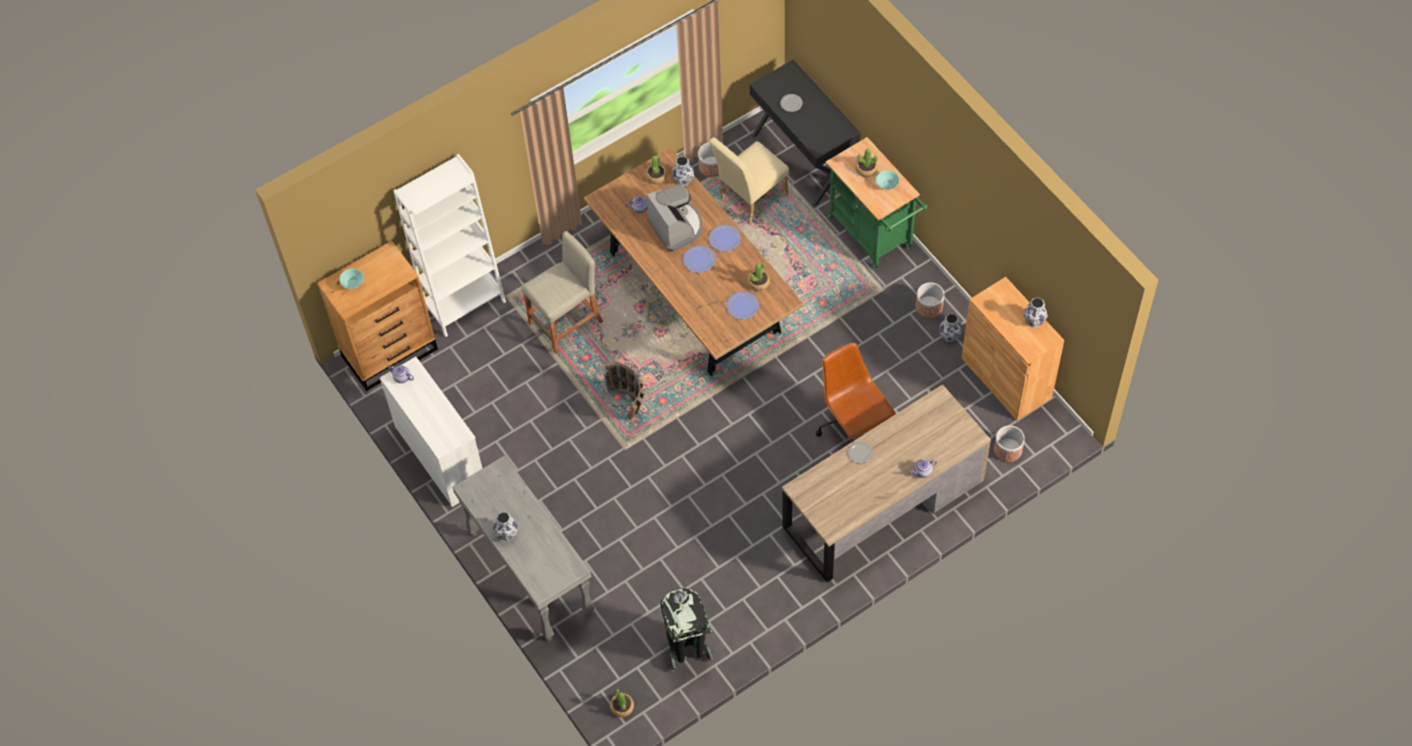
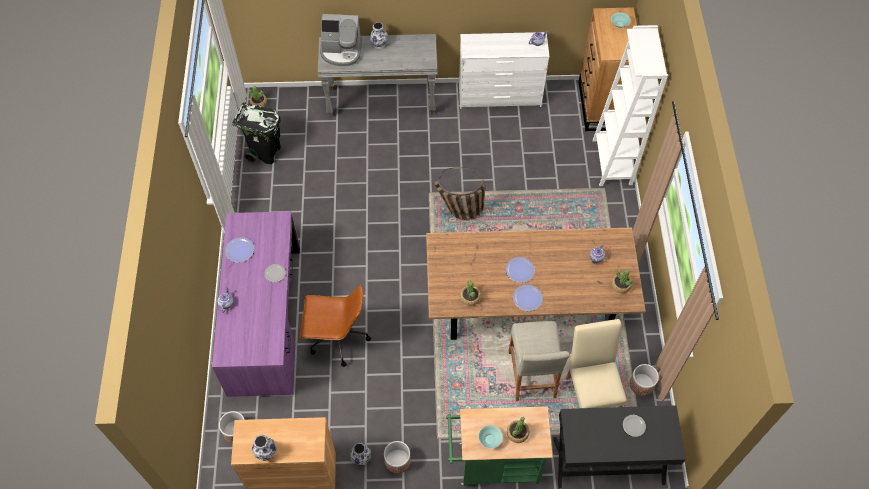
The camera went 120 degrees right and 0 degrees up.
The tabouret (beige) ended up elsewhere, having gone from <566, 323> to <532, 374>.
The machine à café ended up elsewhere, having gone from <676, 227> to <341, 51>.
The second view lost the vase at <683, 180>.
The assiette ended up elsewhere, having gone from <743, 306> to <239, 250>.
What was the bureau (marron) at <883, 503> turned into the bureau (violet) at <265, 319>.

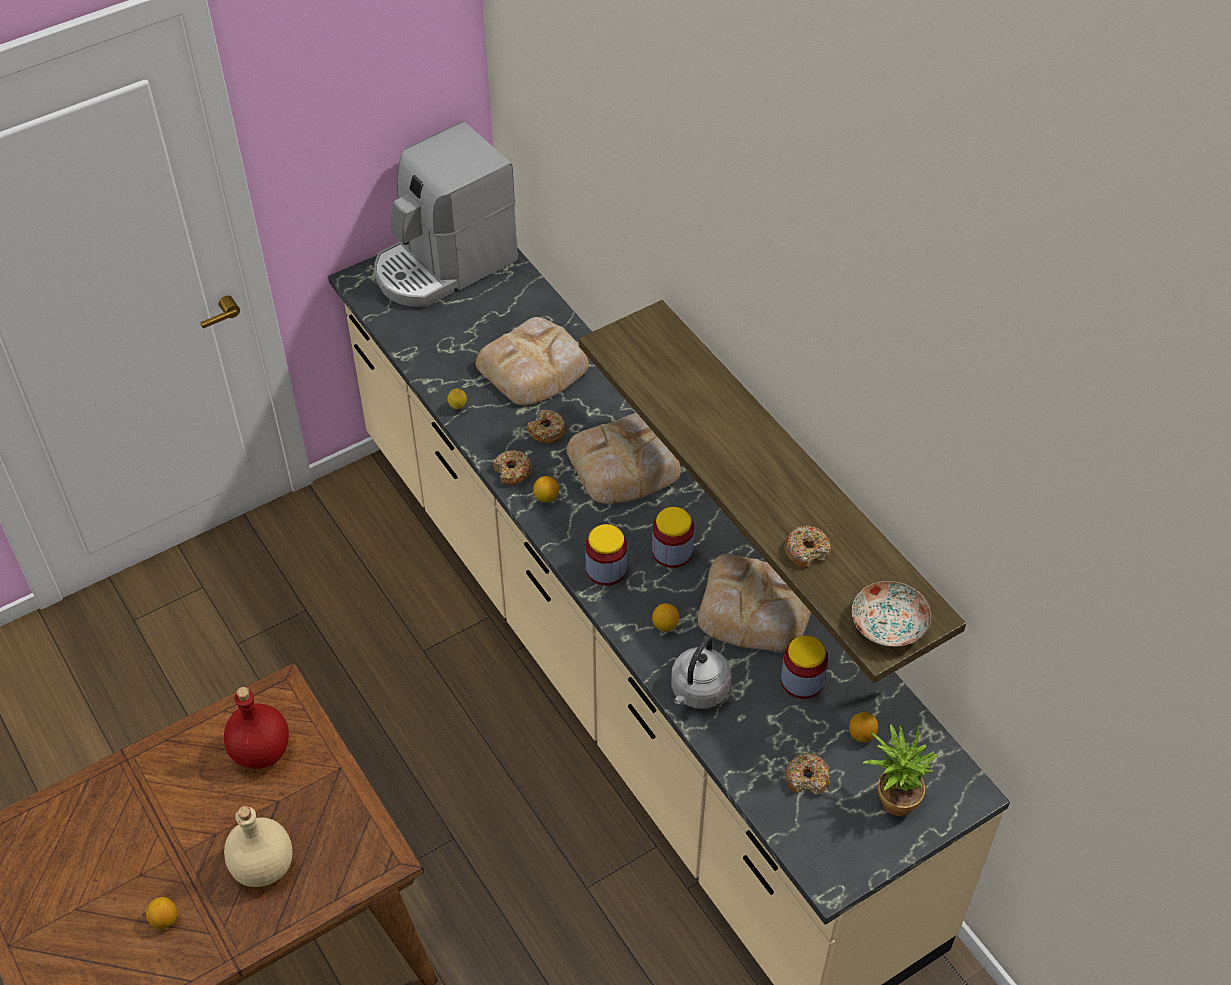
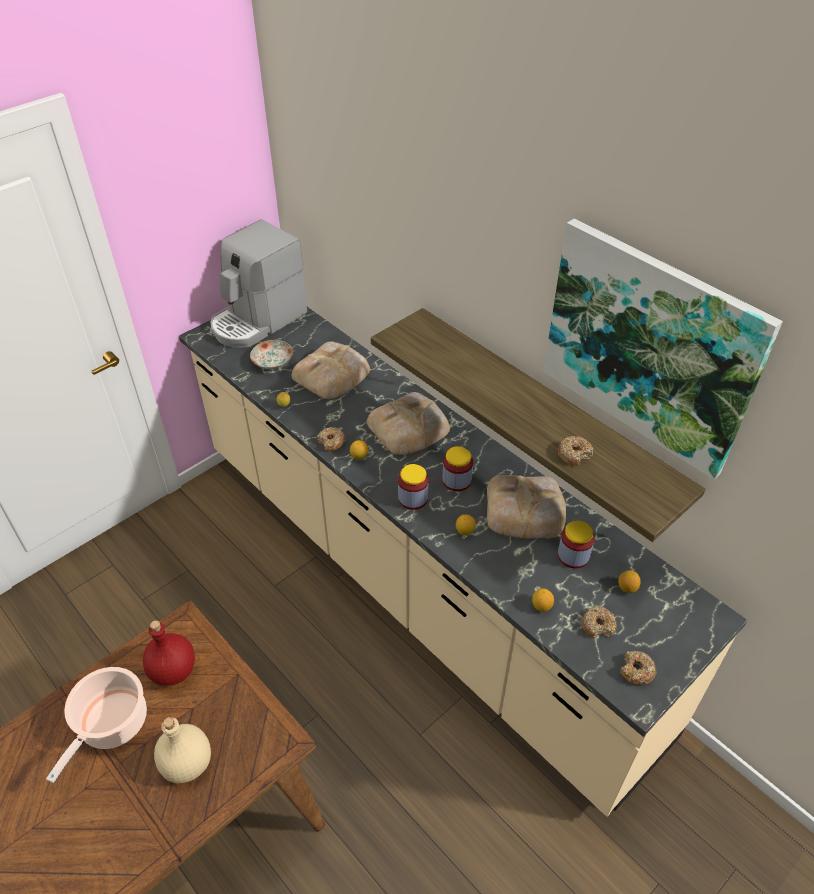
The camera went 10 degrees left and 5 degrees down.
The citron ended up elsewhere, having gone from <164, 919> to <541, 606>.
The beignet ended up elsewhere, having gone from <547, 431> to <636, 671>.
The second view lost the bouilloire (gris) at <698, 691>.
The assiette ended up elsewhere, having gone from <889, 625> to <273, 362>.
The second view lost the plante en pot at <892, 797>.
The second view gained the marmite at <111, 725>.
The second view gained the tableau at <649, 347>.

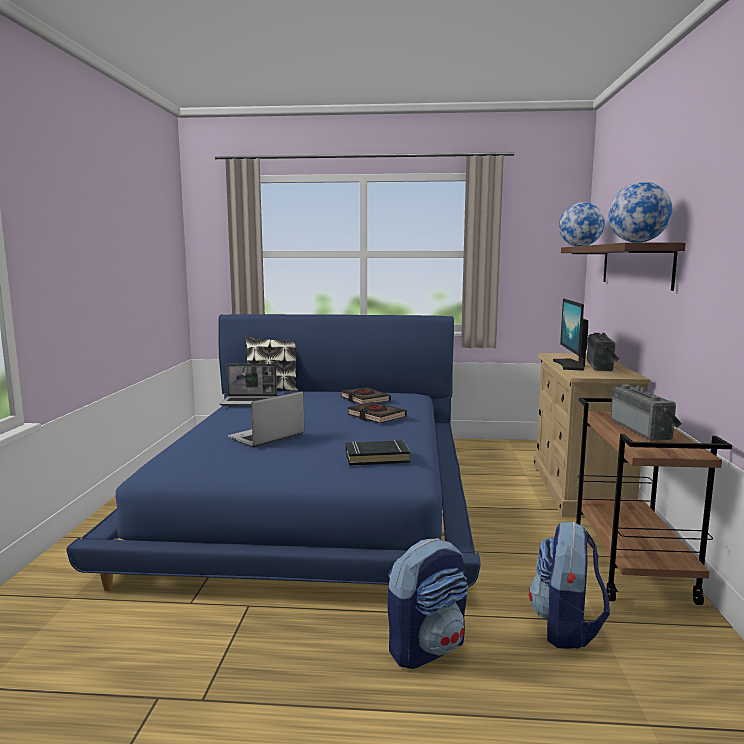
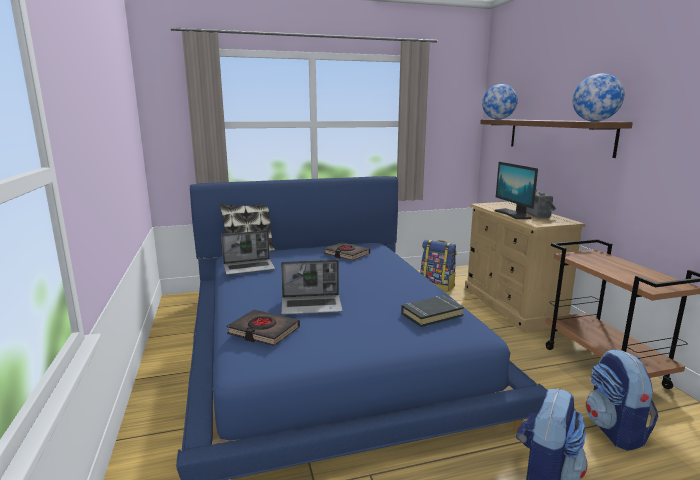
The camera went 20 degrees left and 5 degrees up.
The ordinateur portable at <266, 437> ended up facing another way, 120 degrees counterclockwise from before.
The livre (noir) ended up elsewhere, having gone from <376, 416> to <263, 331>.
The second view lost the radio at <643, 430>.
The second view gained the sac à dos at <437, 286>.

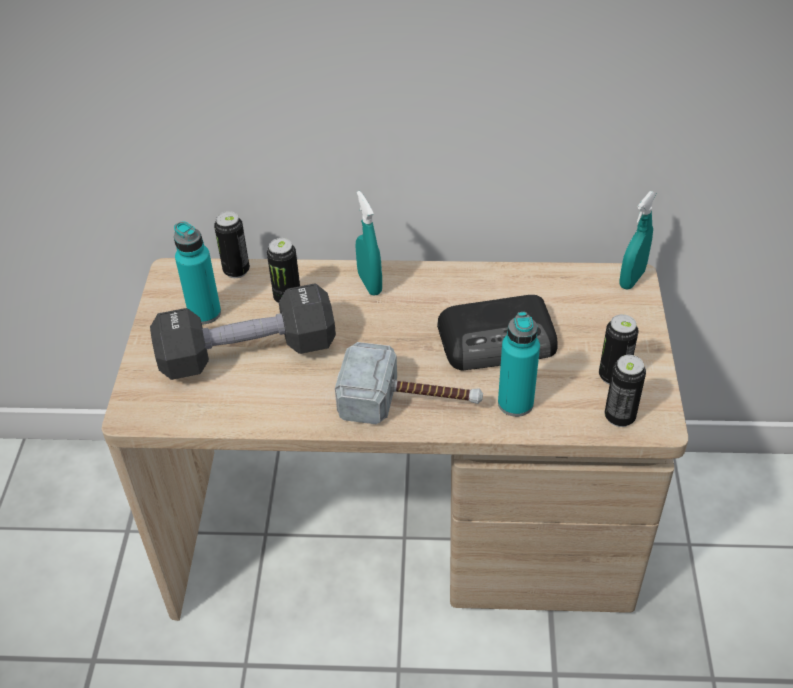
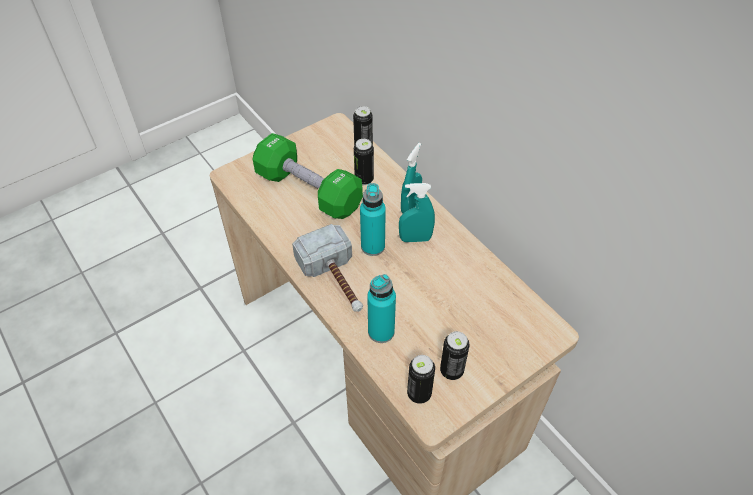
The camera went 50 degrees right and 5 degrees up.
What was the haltère (noir) at <248, 353> turned into the haltère (vert) at <308, 190>.
The bouteille (turquoise) ended up elsewhere, having gone from <204, 313> to <373, 246>.
The second view lost the radio at <499, 340>.
The vaporisateur (turquoise) ended up elsewhere, having gone from <632, 279> to <415, 239>.

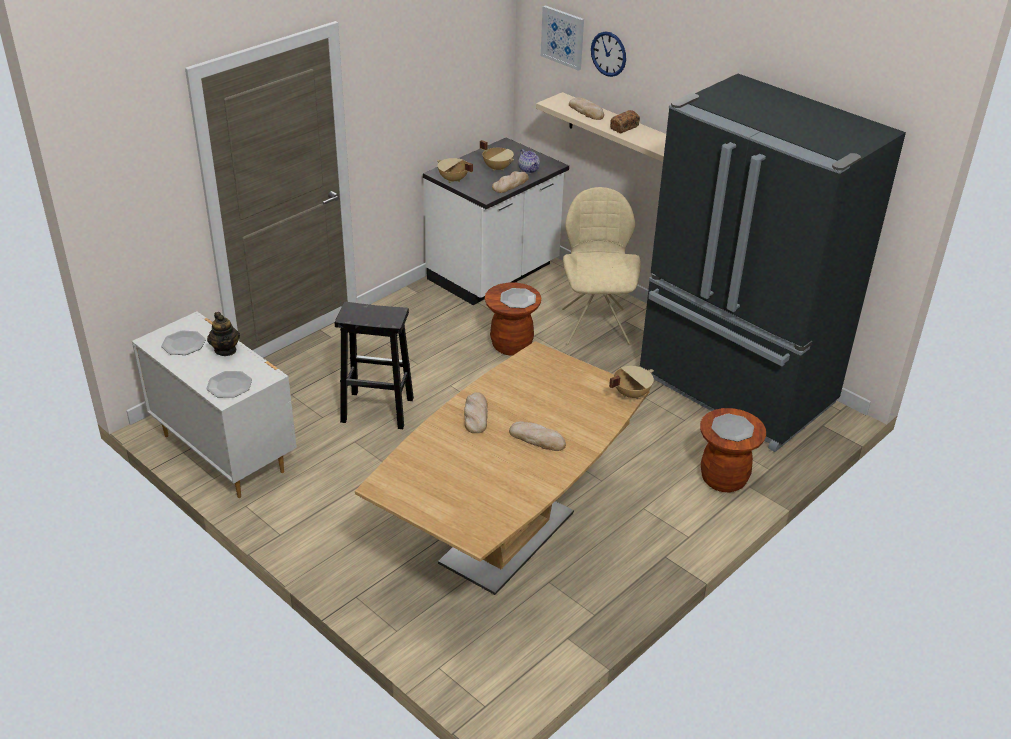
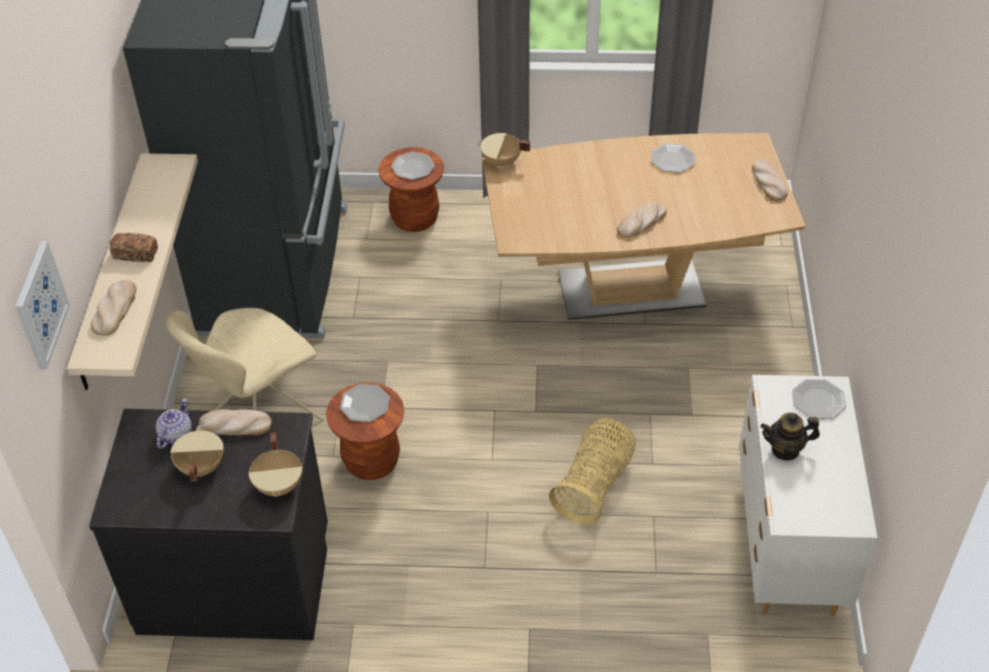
The camera went 130 degrees left and 10 degrees up.
The assiette ended up elsewhere, having gone from <183, 344> to <673, 159>.
The théière at <225, 350> ended up facing another way, 120 degrees counterclockwise from before.
Where the tabouret (noir) stood at <376, 410>, the panier came to stand at <594, 484>.
What was the comptoir de cuisine (blanc) at <494, 274> turned into the comptoir de cuisine (noir) at <235, 580>.
The pain ended up elsewhere, having gone from <537, 438> to <768, 182>.
The second view lost the horloge murale at <608, 54>.

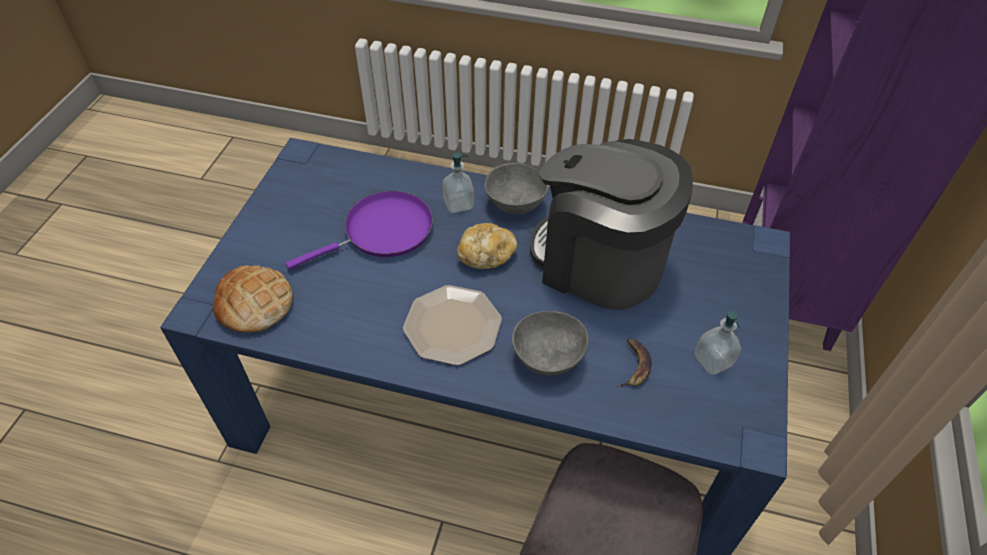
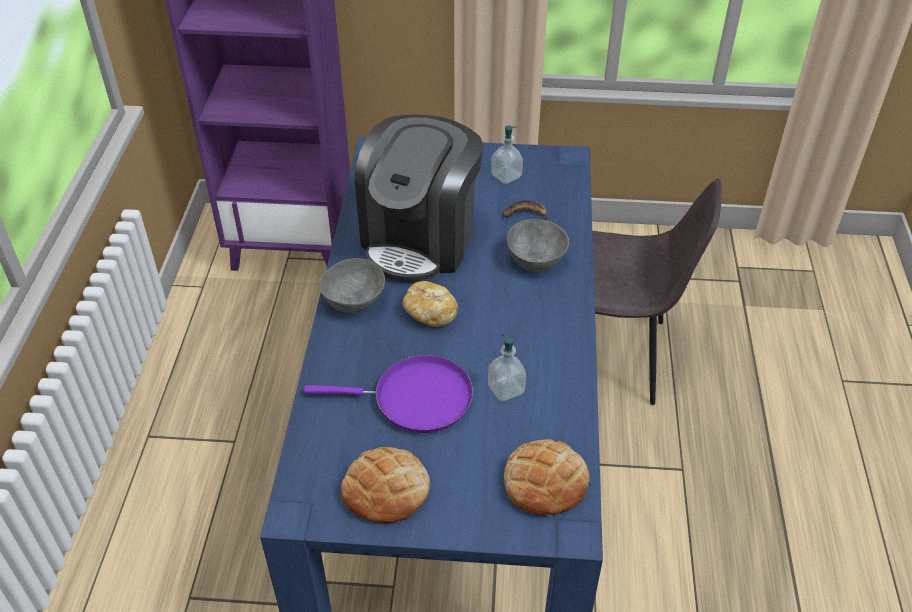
The camera went 100 degrees left and 5 degrees down.
The poêle (violet) at <383, 231> ended up facing another way, 135 degrees clockwise from before.
The second view lost the assiette at <453, 326>.
The distributeur de savon ended up elsewhere, having gone from <458, 204> to <506, 389>.
The second view gained the pain at <386, 489>.

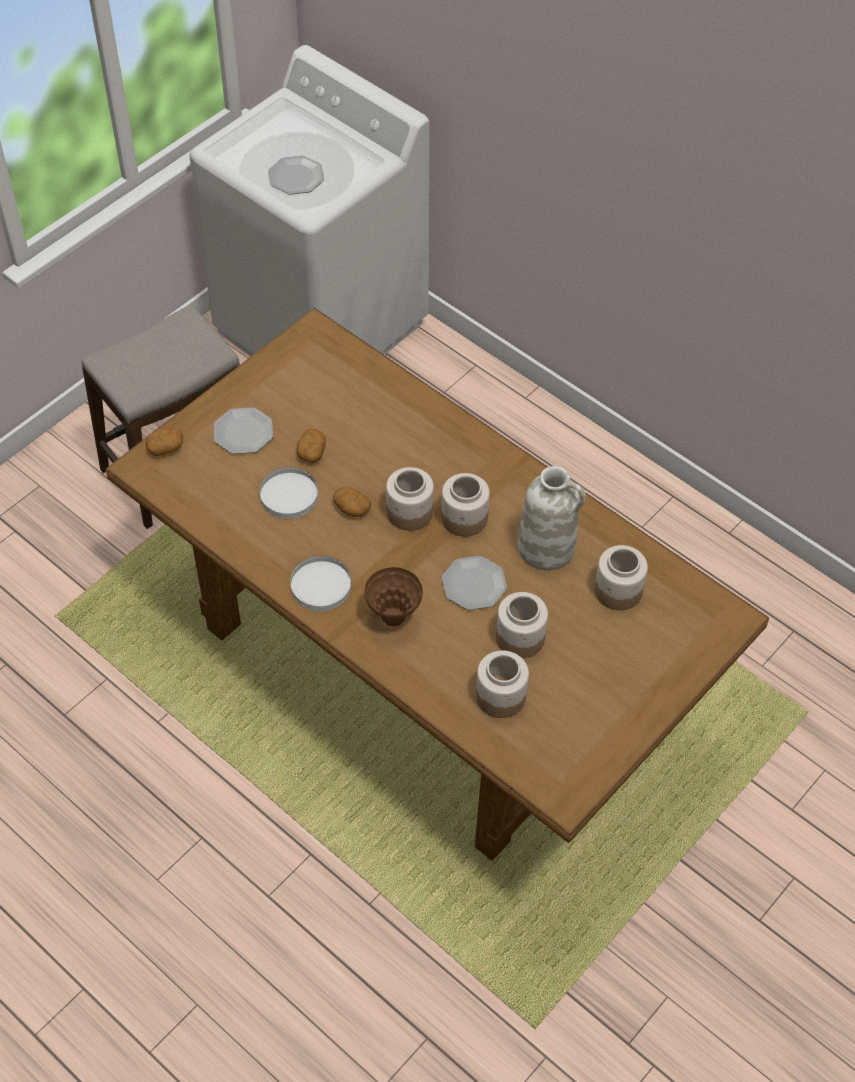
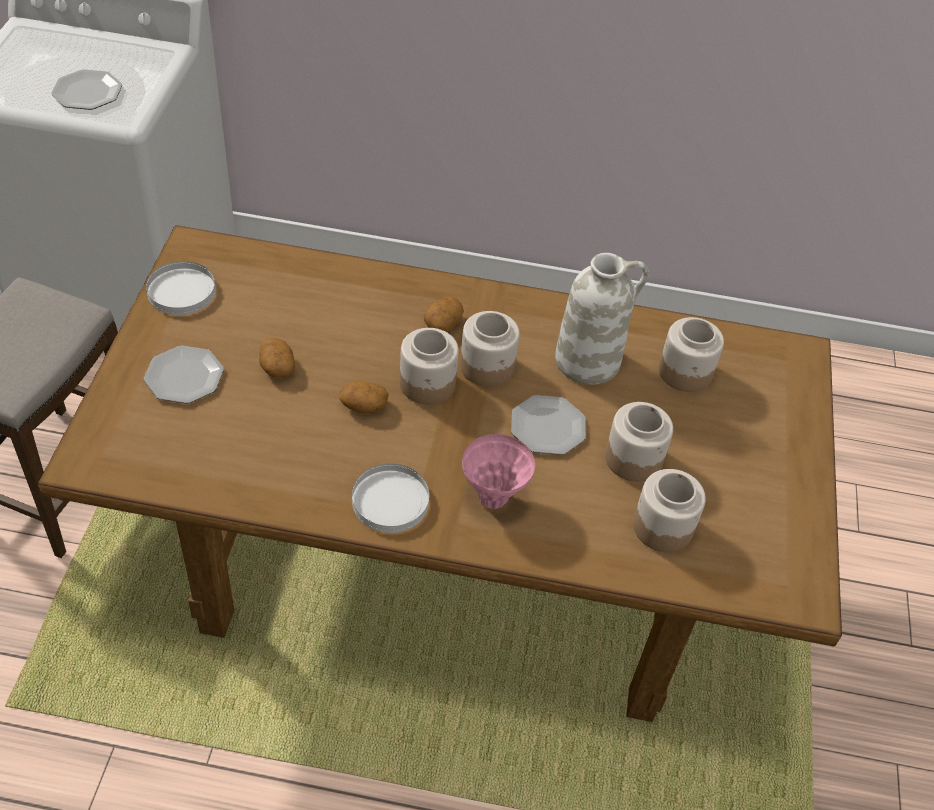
The camera went 35 degrees left and 5 degrees down.
The pomme de terre ended up elsewhere, having gone from <165, 447> to <443, 323>.
The assiette (blanc) ended up elsewhere, having gone from <289, 496> to <182, 291>.
What was the vase (marron) at <393, 617> turned into the vase (rose) at <493, 498>.

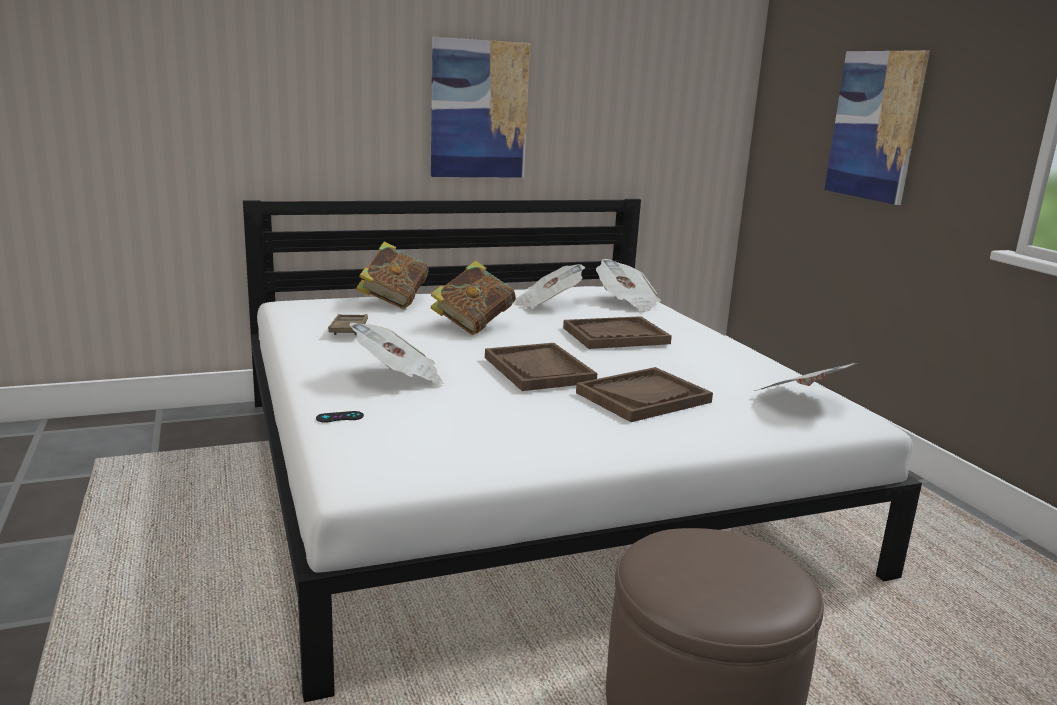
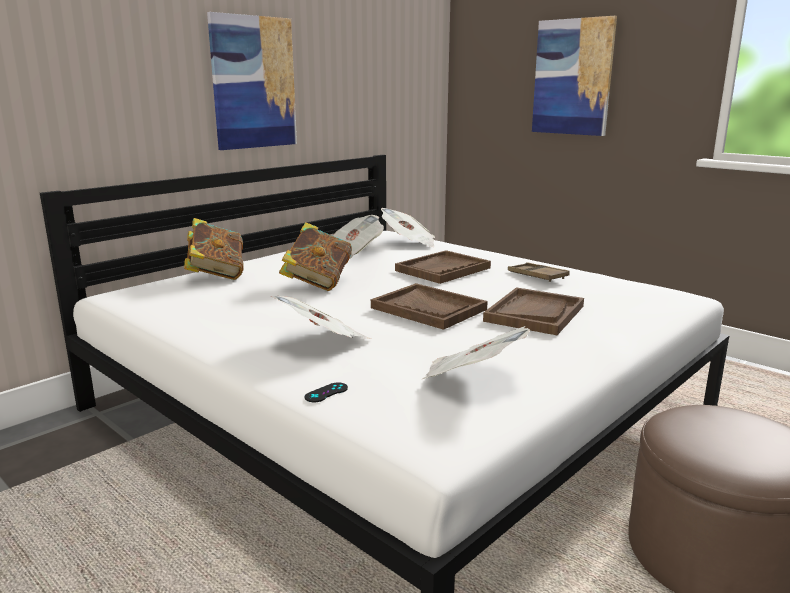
The camera went 25 degrees left and 0 degrees up.
The plateau (marron) ended up elsewhere, having gone from <349, 329> to <537, 276>.
The journal ended up elsewhere, having gone from <800, 401> to <471, 379>.

